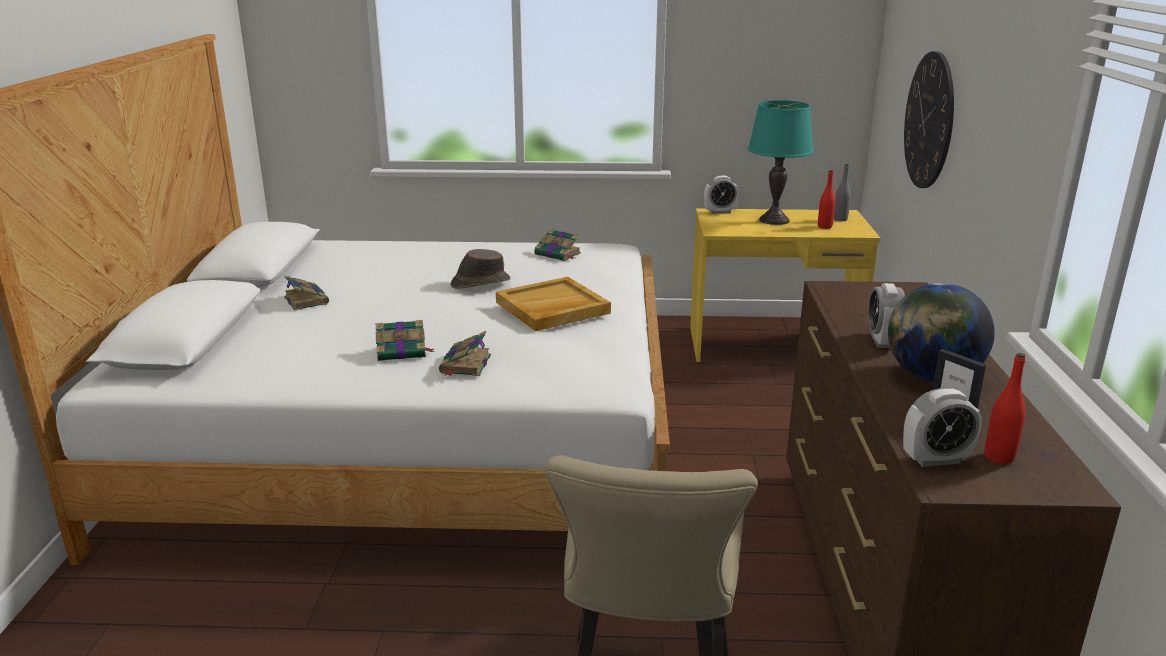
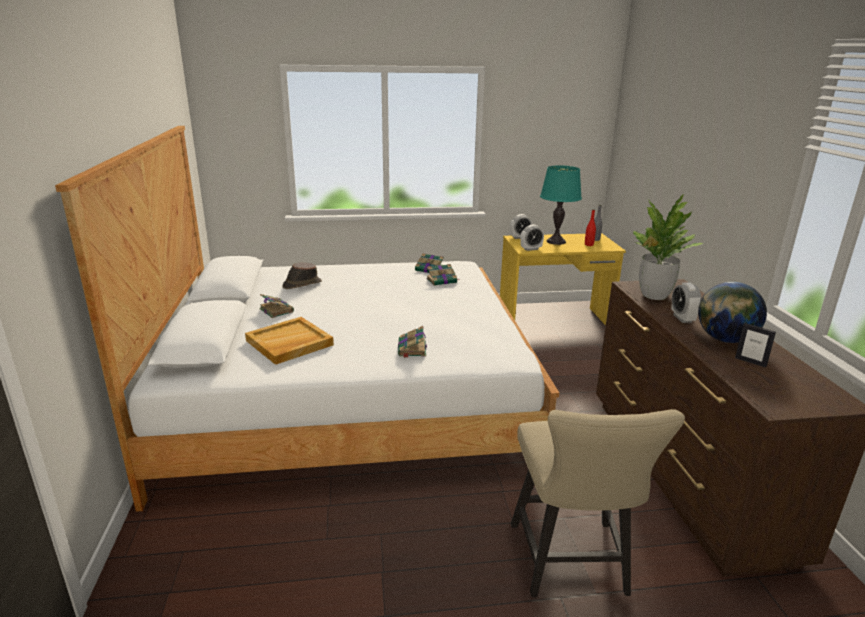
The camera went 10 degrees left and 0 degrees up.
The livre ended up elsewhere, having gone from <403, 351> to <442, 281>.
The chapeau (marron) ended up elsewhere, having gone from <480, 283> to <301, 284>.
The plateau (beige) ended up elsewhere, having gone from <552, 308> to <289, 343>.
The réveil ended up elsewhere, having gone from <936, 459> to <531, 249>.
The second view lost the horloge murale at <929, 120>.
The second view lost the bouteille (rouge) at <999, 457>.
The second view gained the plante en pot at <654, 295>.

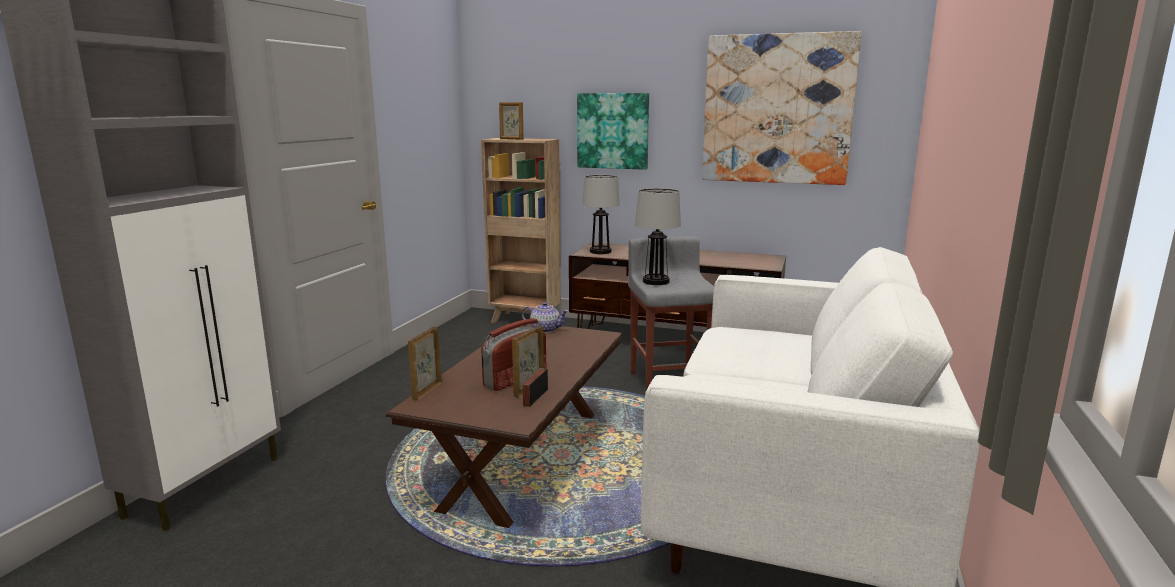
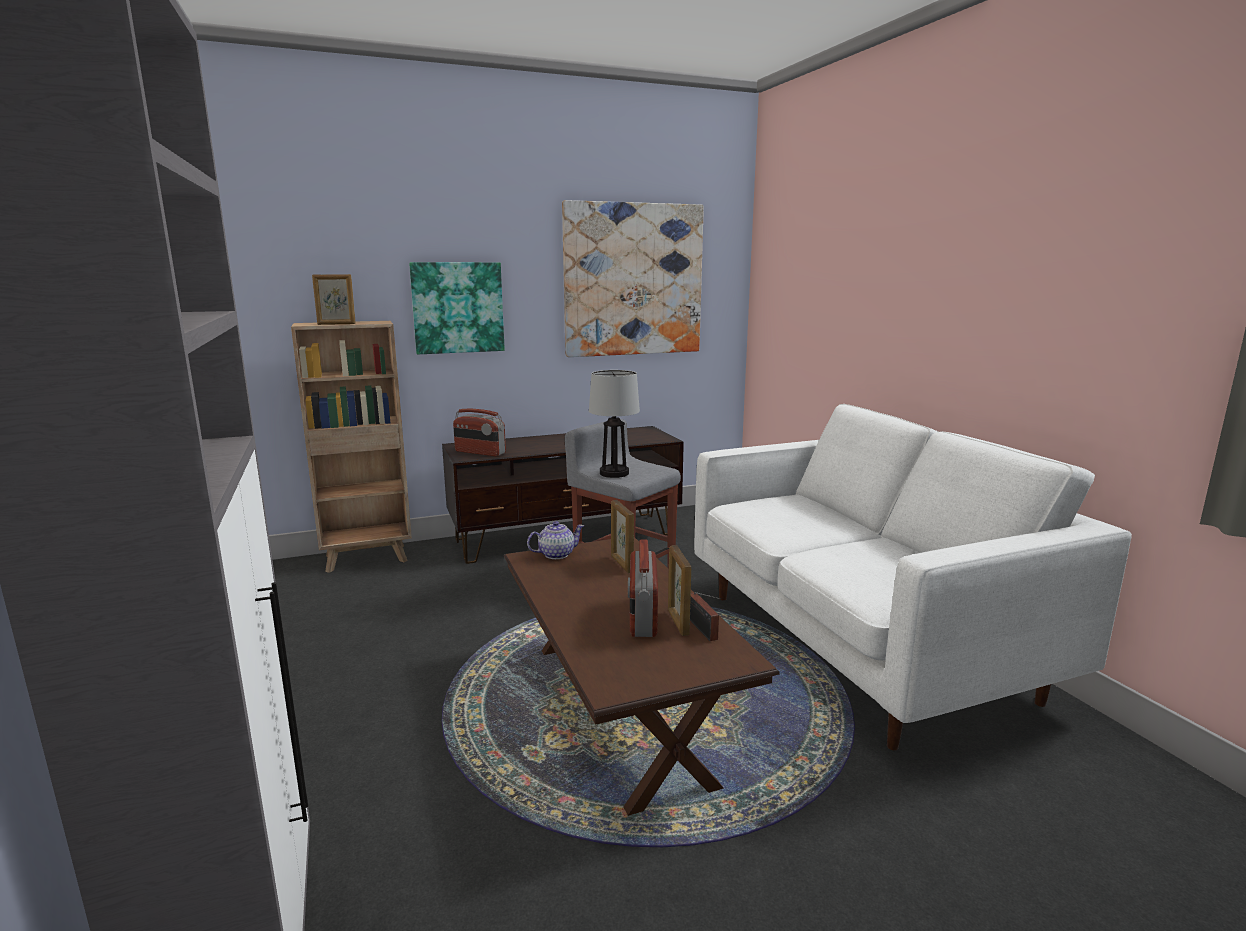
The camera went 40 degrees left and 0 degrees up.
The cadre photo ended up elsewhere, having gone from <426, 391> to <621, 564>.
Where the lampe de table stood at <601, 251>, the radio came to stand at <480, 452>.

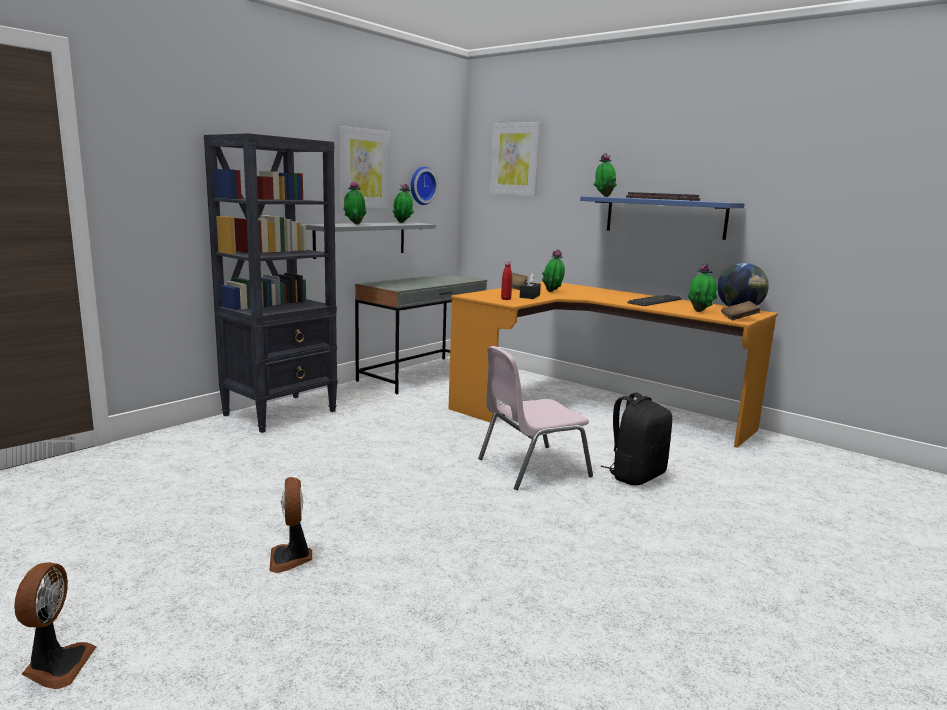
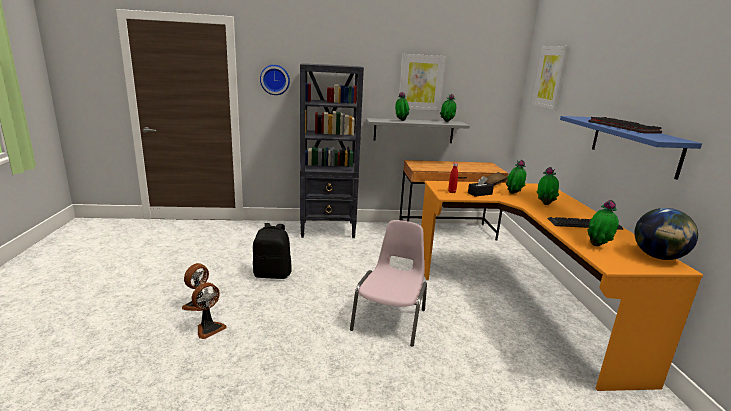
The camera went 45 degrees right and 5 degrees up.
The ventilateur ended up elsewhere, having gone from <56, 666> to <209, 328>.
What was the bureau (gris) at <422, 375> turned into the bureau (marron) at <446, 231>.
The horloge murale ended up elsewhere, having gone from <421, 185> to <275, 79>.
The chaise (rose) at <531, 467> ended up facing another way, 90 degrees clockwise from before.
The plante en pot ended up elsewhere, having gone from <604, 196> to <545, 204>.
The sac à dos (noir) ended up elsewhere, having gone from <635, 475> to <273, 274>.
The second view lost the livre (marron) at <739, 318>.

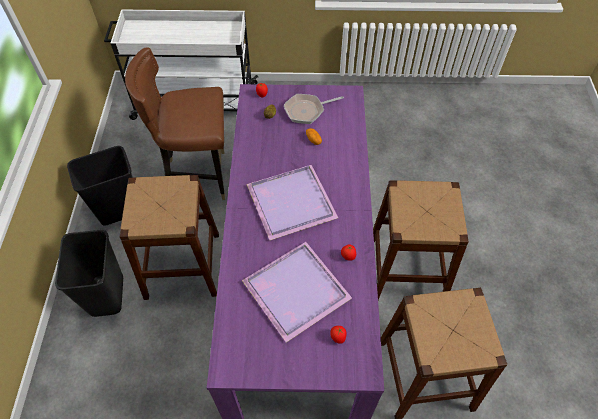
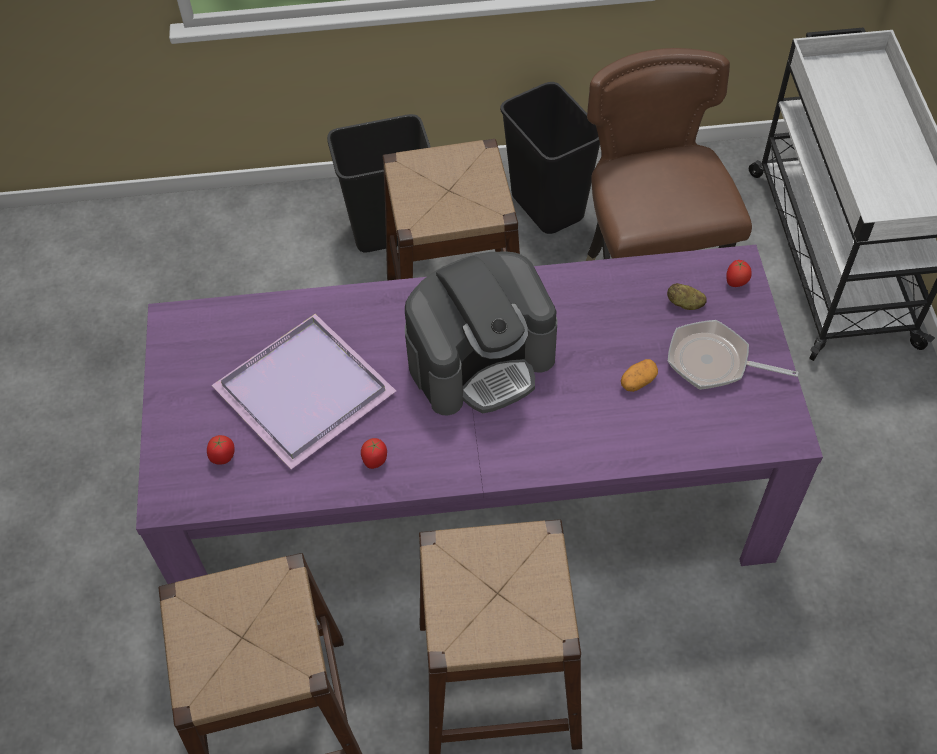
The camera went 85 degrees right and 0 degrees up.
Where the plateau (violet) stood at <289, 202>, the machine à café came to stand at <481, 360>.
The poêle at <307, 111> ended up facing another way, 45 degrees counterclockwise from before.

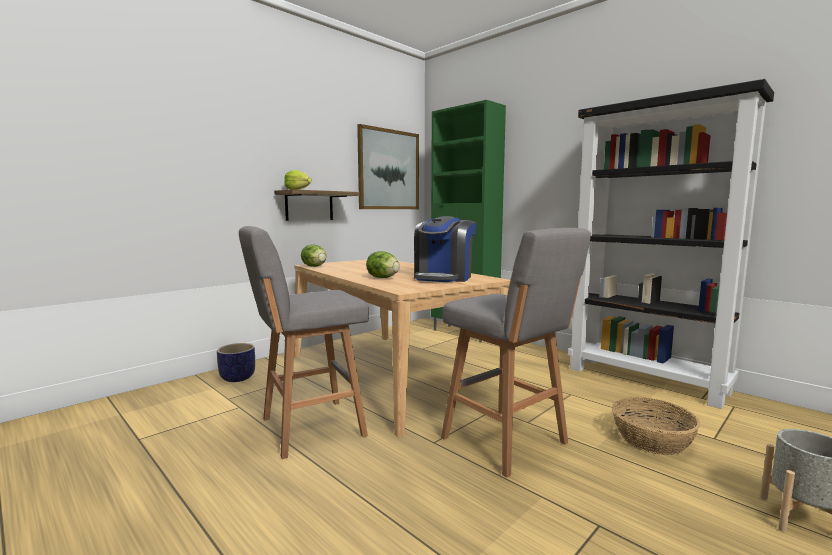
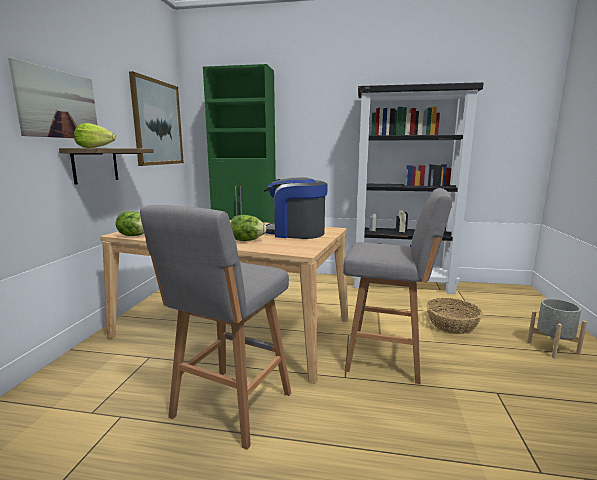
The camera went 35 degrees left and 5 degrees up.
The second view lost the cache-pot at <237, 378>.
The machine à café at <443, 278> ended up facing another way, 120 degrees clockwise from before.
The second view gained the tableau at <58, 104>.

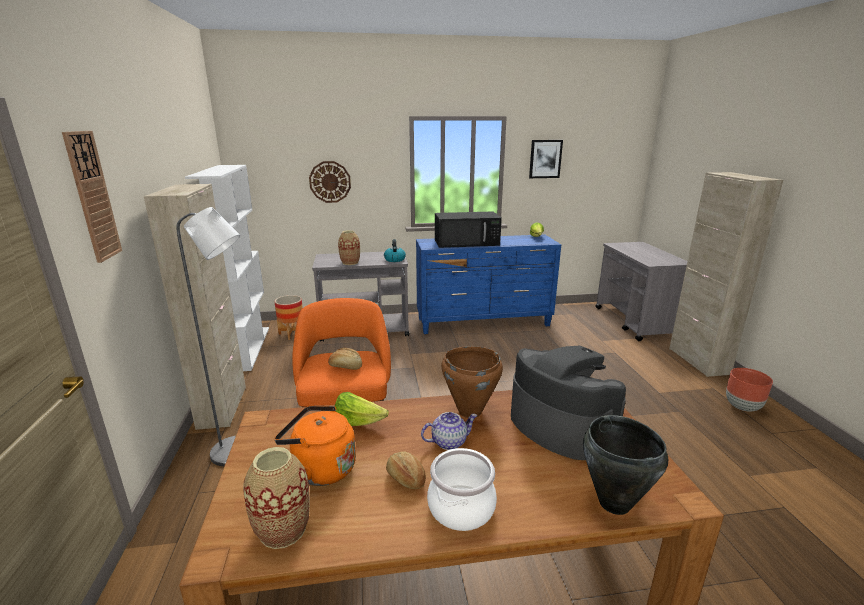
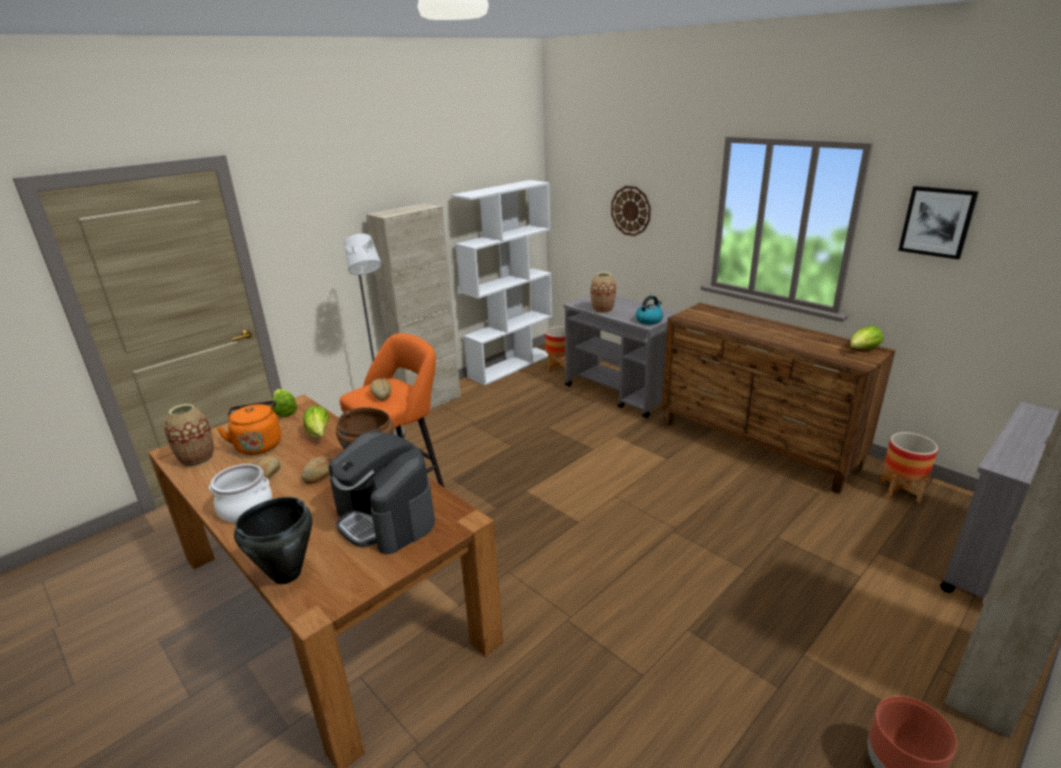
The camera went 55 degrees right and 5 degrees up.
The second view lost the horloge murale at <92, 197>.
What was the commode (bleu) at <484, 323> turned into the commode (marron) at <756, 445>.
Where the théière stood at <449, 442>, the pain came to stand at <321, 476>.
The second view lost the micro-ondes (noir) at <467, 242>.
The machine à café at <560, 425> ended up facing another way, 120 degrees clockwise from before.
The second view gained the laitue at <284, 412>.
The second view gained the cache-pot at <900, 492>.

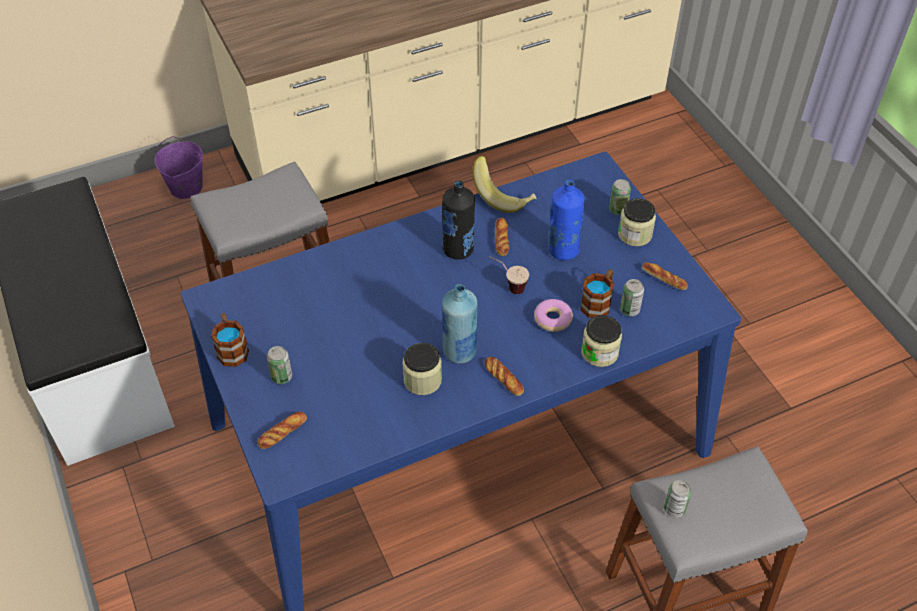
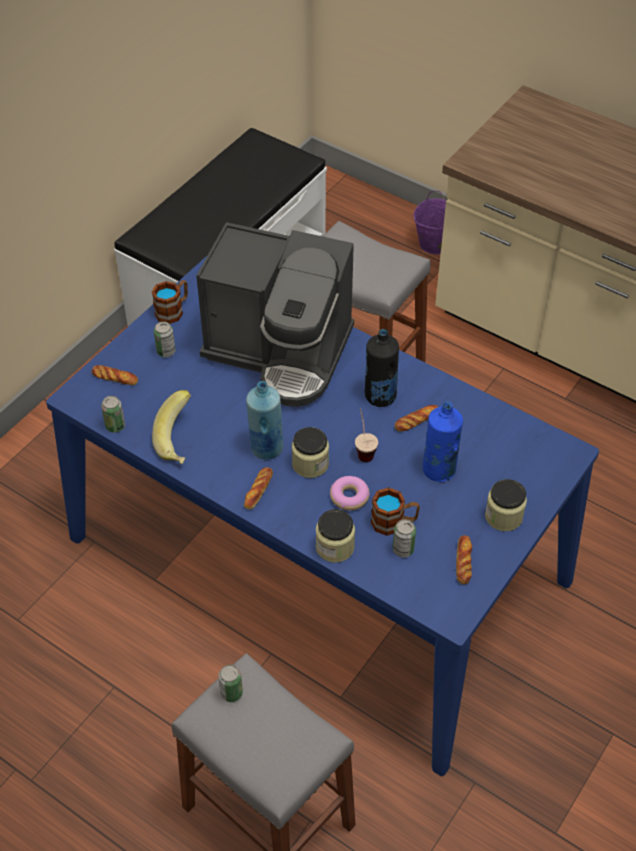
The camera went 60 degrees right and 0 degrees up.
The bocal ended up elsewhere, having gone from <422, 380> to <310, 464>.
The banane ended up elsewhere, having gone from <503, 196> to <180, 441>.
The boîte métallique ended up elsewhere, having gone from <617, 209> to <115, 426>.
The second view gained the machine à café at <280, 351>.

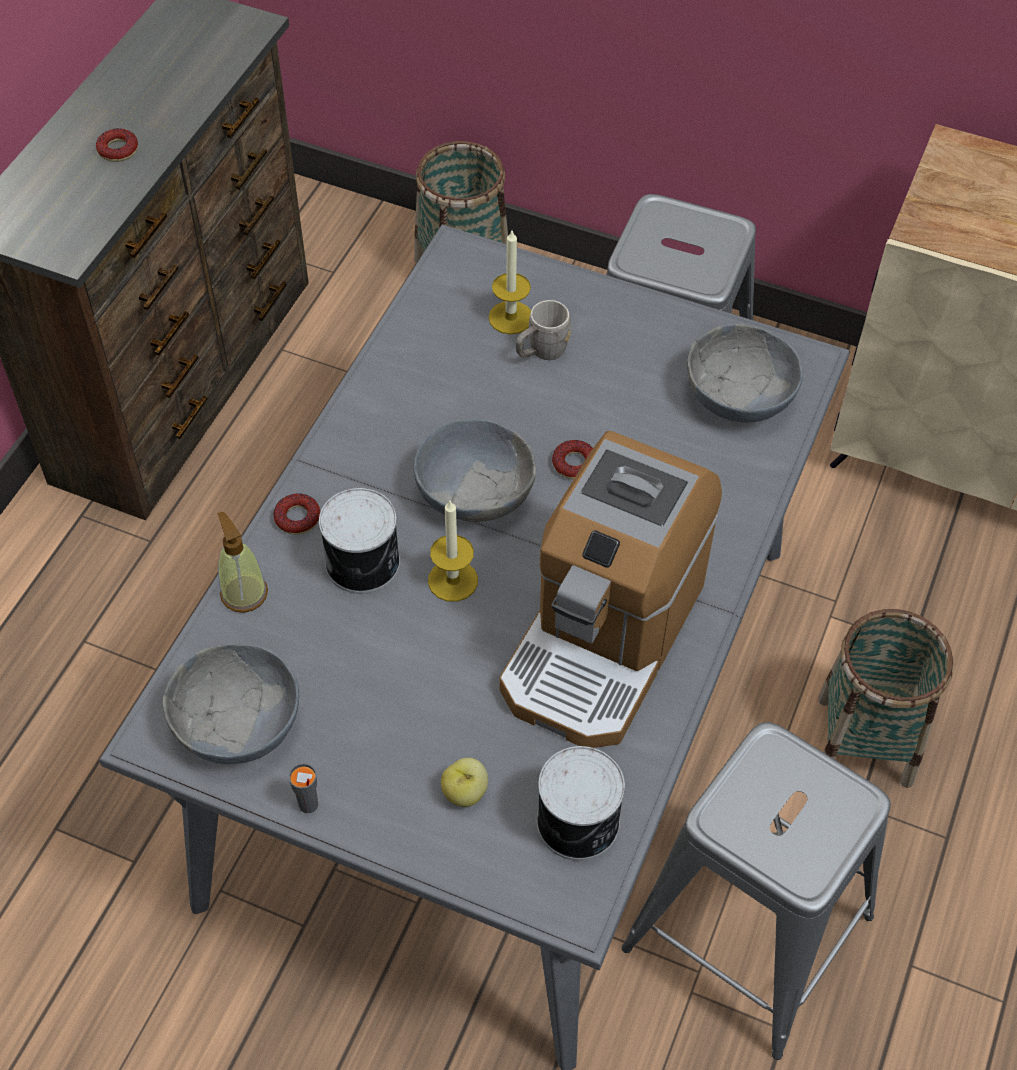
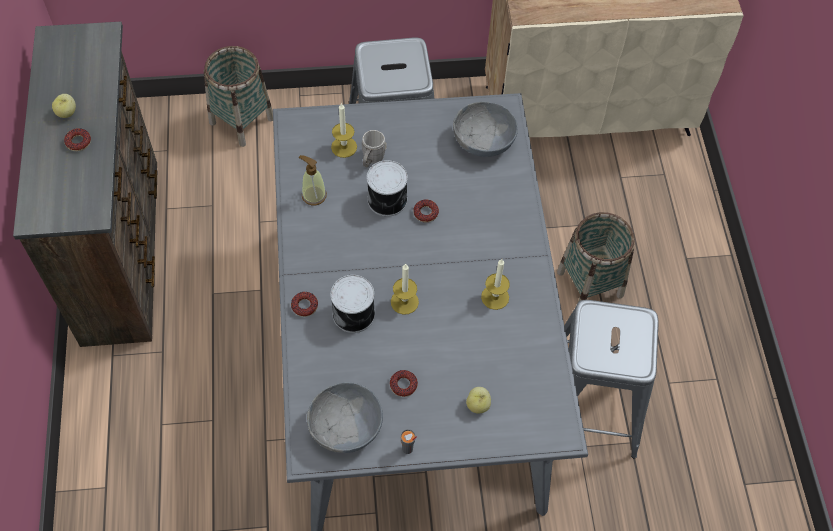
The camera went 30 degrees left and 5 degrees up.
The distributeur de savon ended up elsewhere, having gone from <244, 593> to <313, 195>.
The second view lost the bol (gris) at <475, 491>.
Where the machine à café stood at <603, 639>, the bougie came to stand at <495, 297>.
The boîte métallique ended up elsewhere, having gone from <579, 823> to <388, 200>.
The second view gained the pomme at <67, 113>.
The second view gained the beignet at <403, 385>.

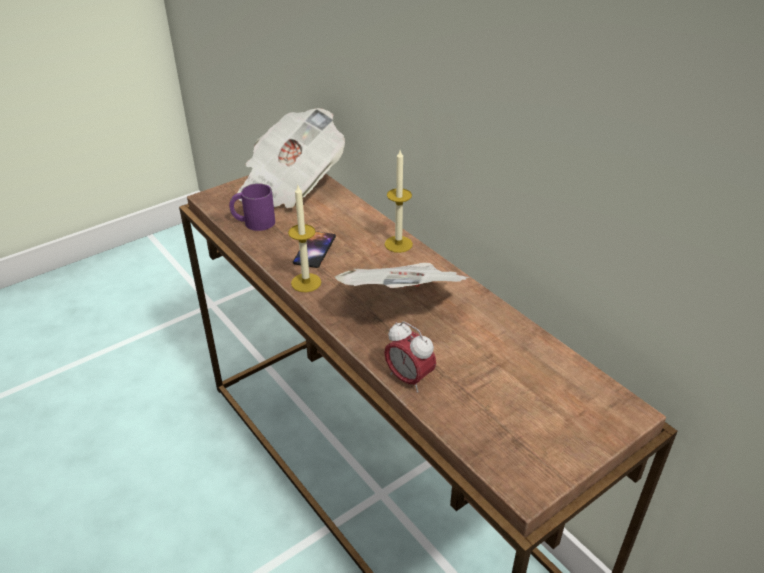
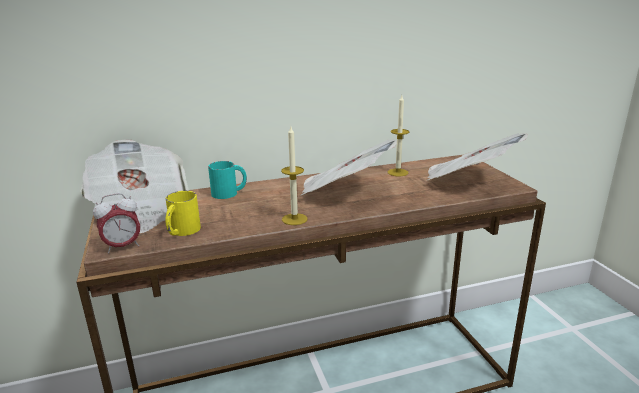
The camera went 70 degrees left and 15 degrees down.
What was the mug (violet) at <253, 222> turned into the mug (jaune) at <182, 231>.
The second view lost the téléphone at <314, 249>.
The réveil ended up elsewhere, having gone from <409, 379> to <122, 247>.
The bougie ended up elsewhere, having gone from <398, 244> to <398, 172>.
The second view gained the mug (turquoise) at <229, 193>.
The second view gained the journal at <468, 181>.

